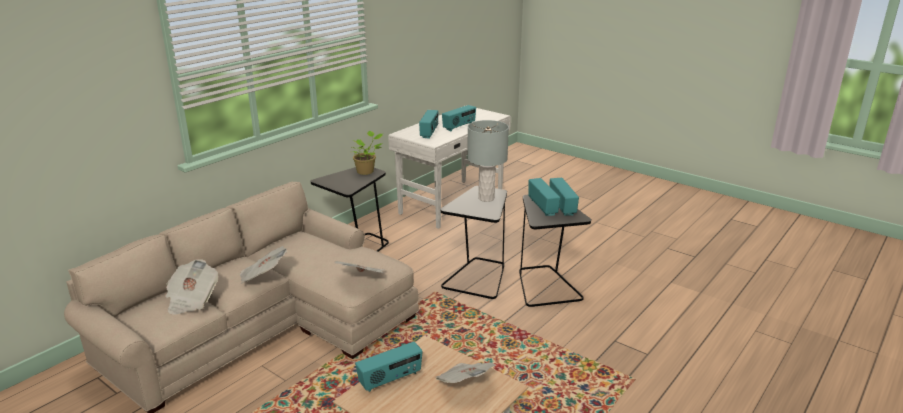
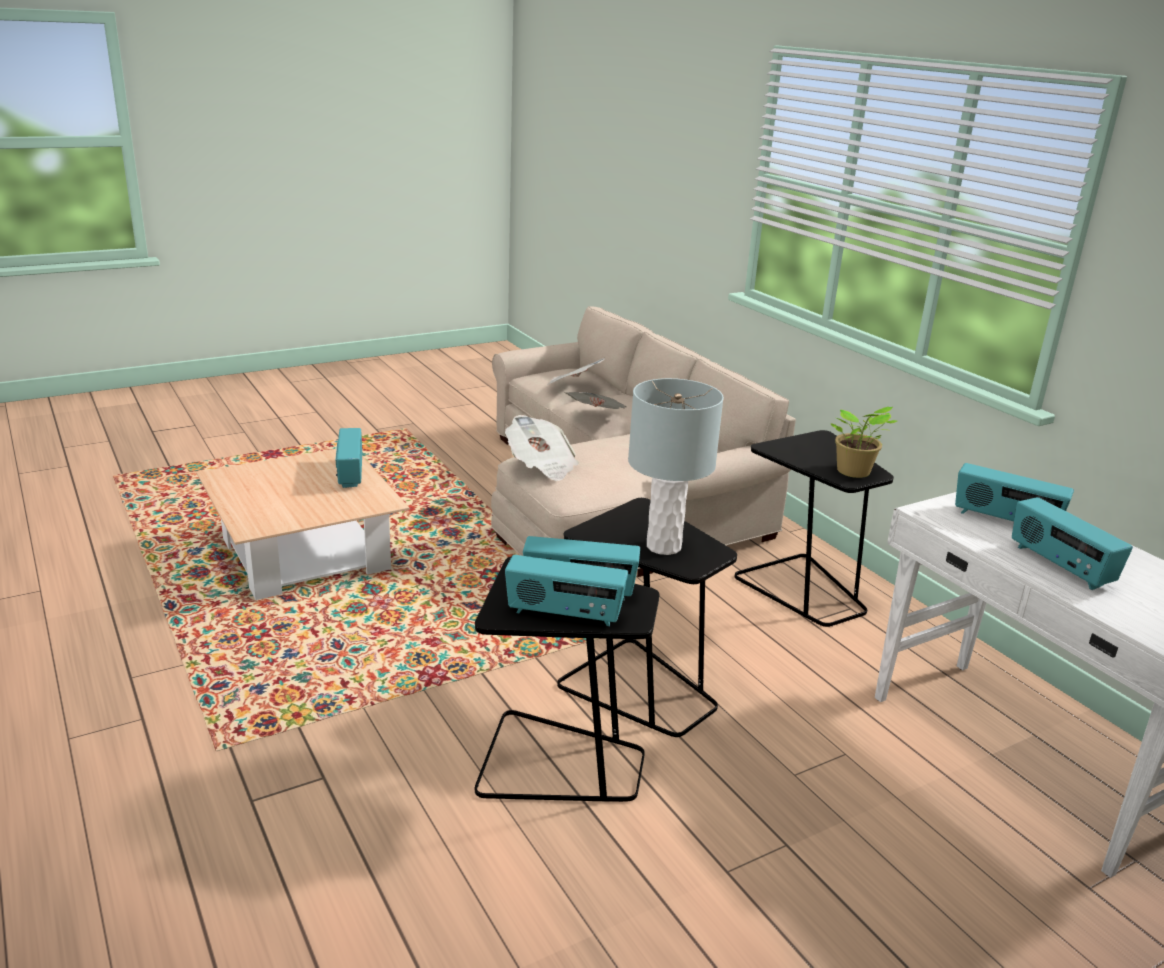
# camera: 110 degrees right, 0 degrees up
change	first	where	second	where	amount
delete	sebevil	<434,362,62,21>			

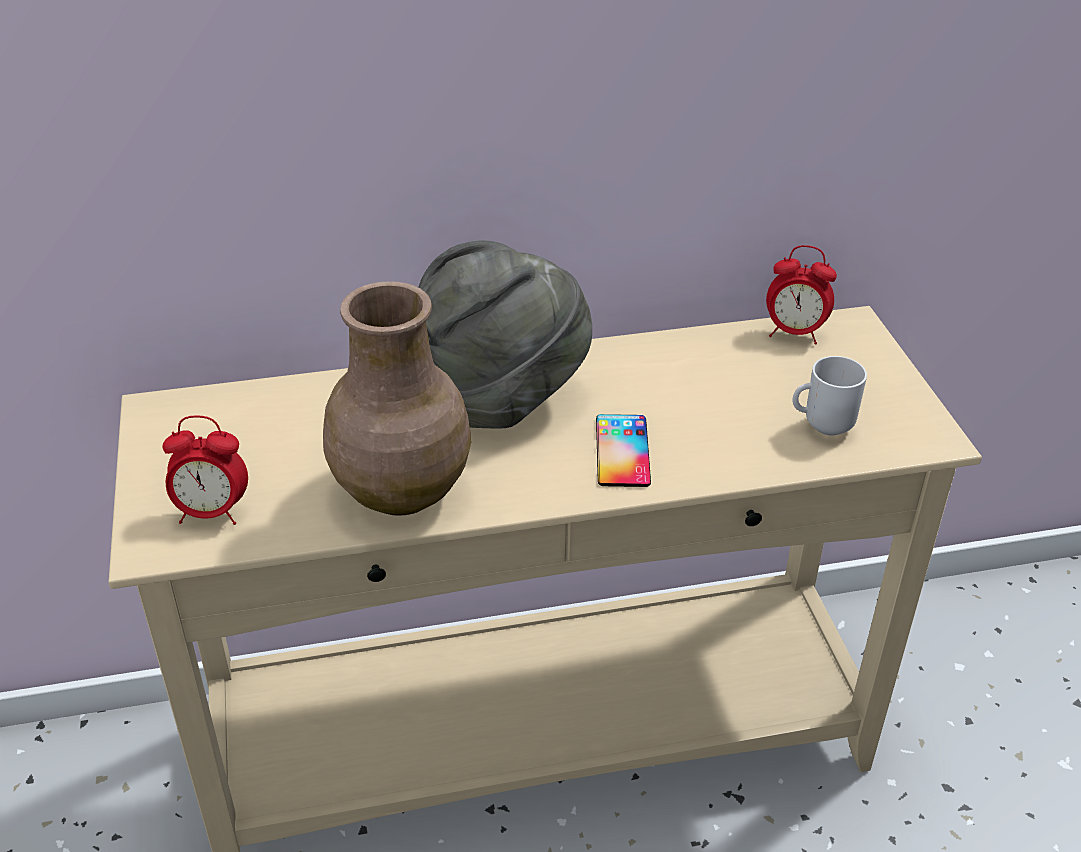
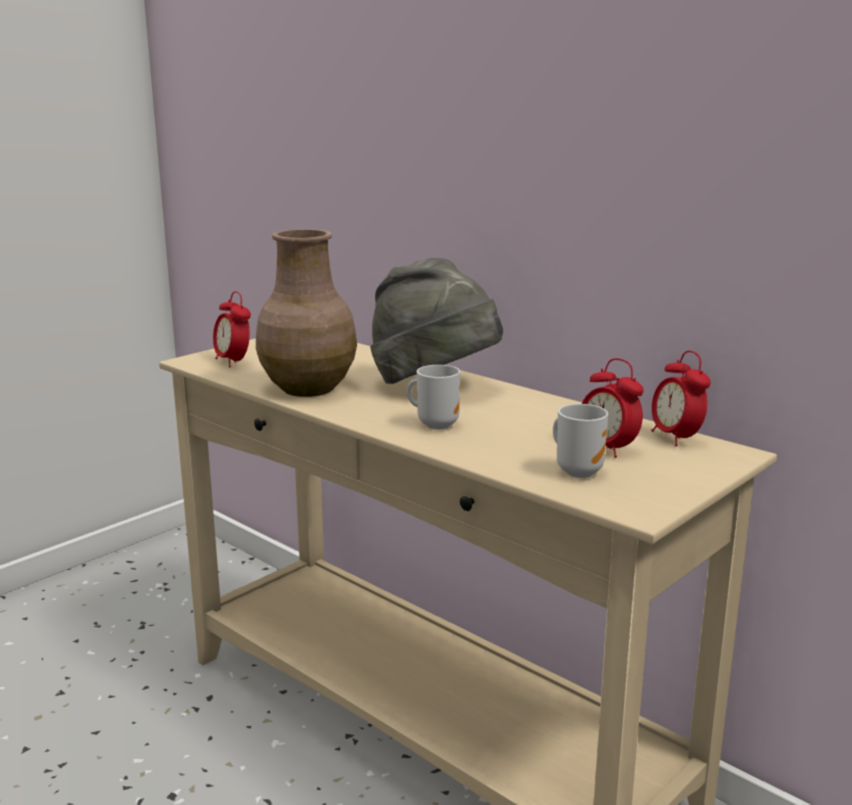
# camera: 55 degrees right, 20 degrees down
change	first	where	second	where	amount
insert			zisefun	<582,358,62,100>	
replace	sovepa	<596,414,55,73>	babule	<407,365,53,64>	

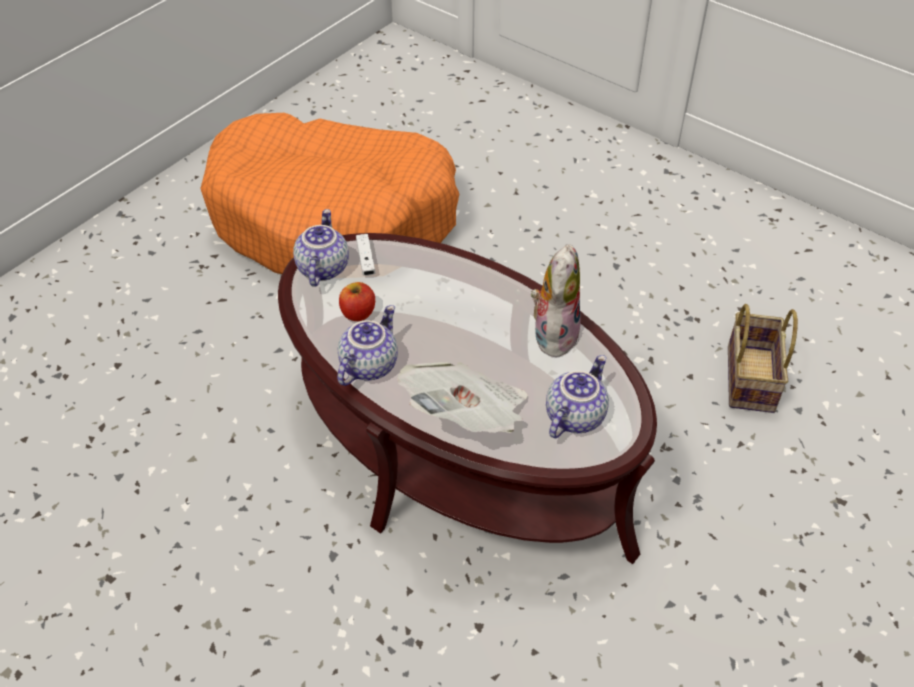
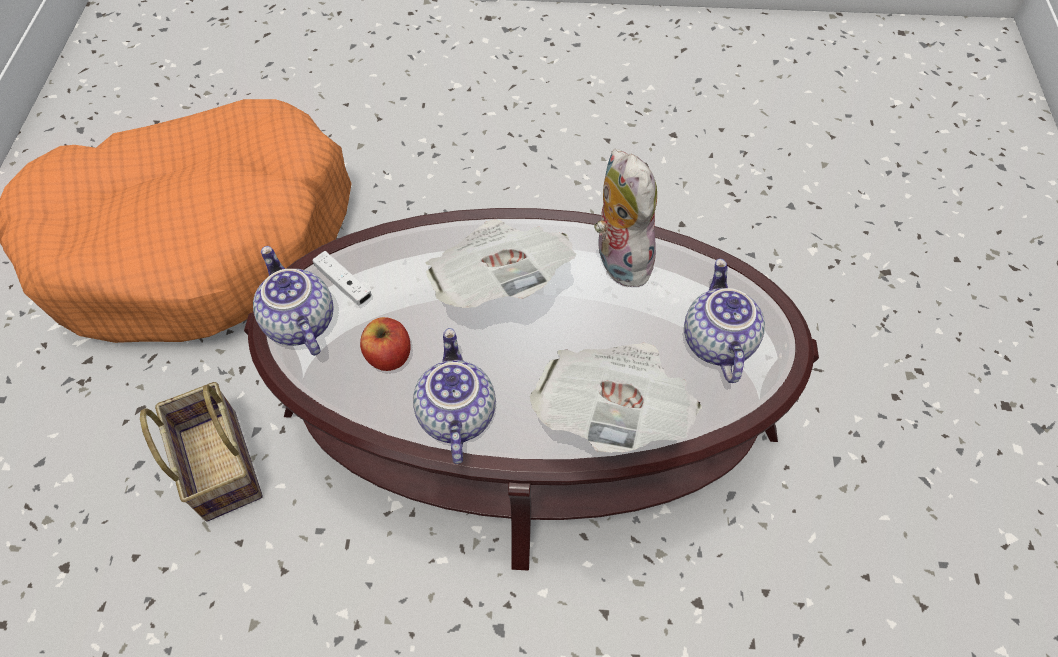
# camera: 35 degrees left, 10 degrees up
change	first	where	second	where	amount
insert			sebevil	<425,219,152,89>	
move	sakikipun	<728,304,70,109>		<140,382,123,139>	

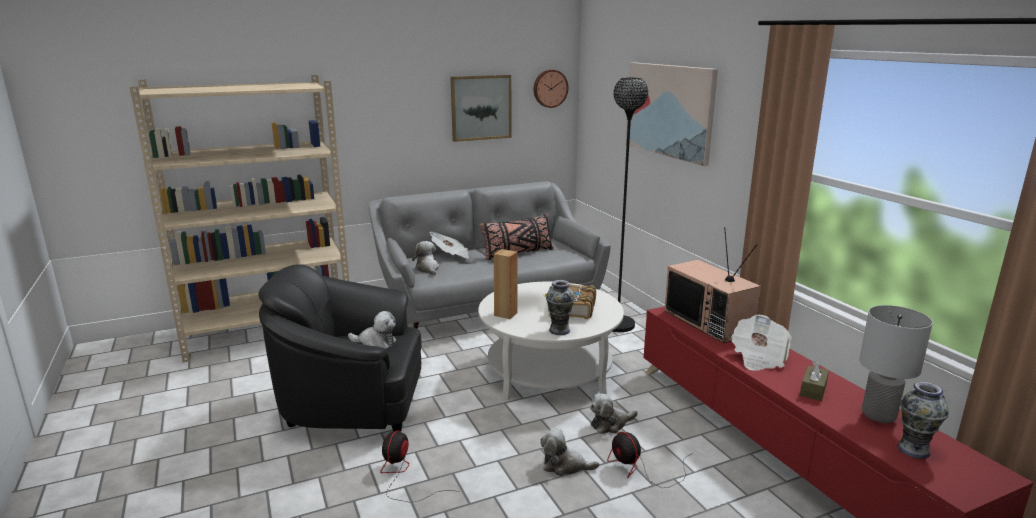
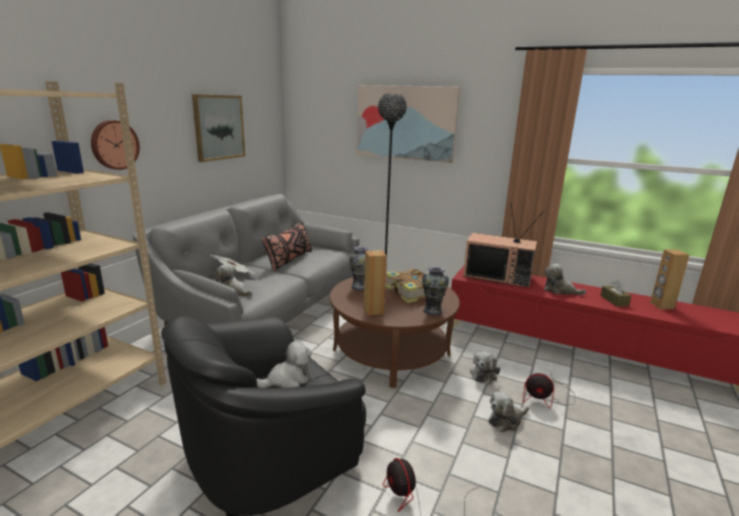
# camera: 40 degrees left, 0 degrees up
change	first	where	second	where	amount
move	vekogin	<534,70,34,38>		<91,120,49,50>	
move	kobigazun	<897,382,52,77>		<349,246,19,44>	
replace	sebevil	<731,315,61,56>	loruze	<544,264,42,31>	
replace	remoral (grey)	<859,305,74,118>	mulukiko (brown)	<650,249,39,61>	
recolor	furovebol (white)	<478,282,146,118>	furovebol (brown)	<330,272,130,116>	

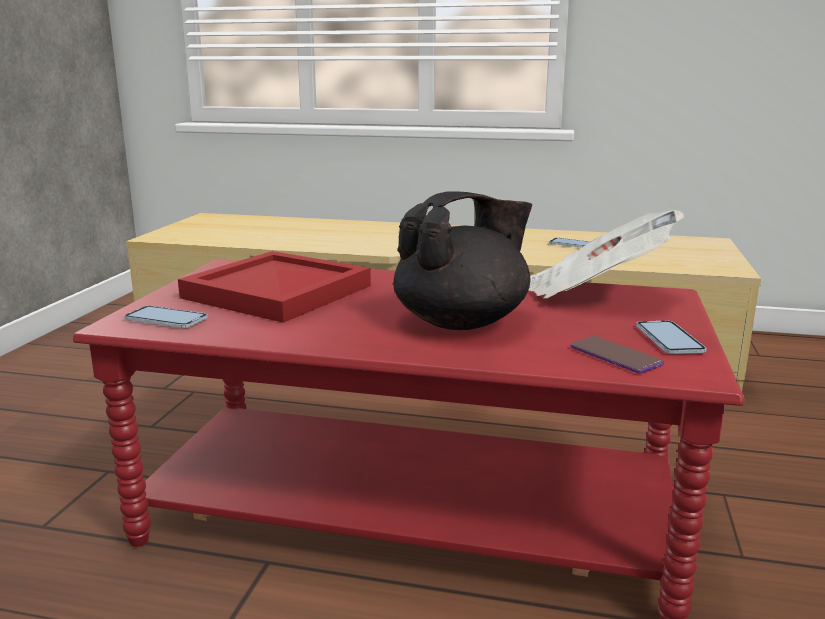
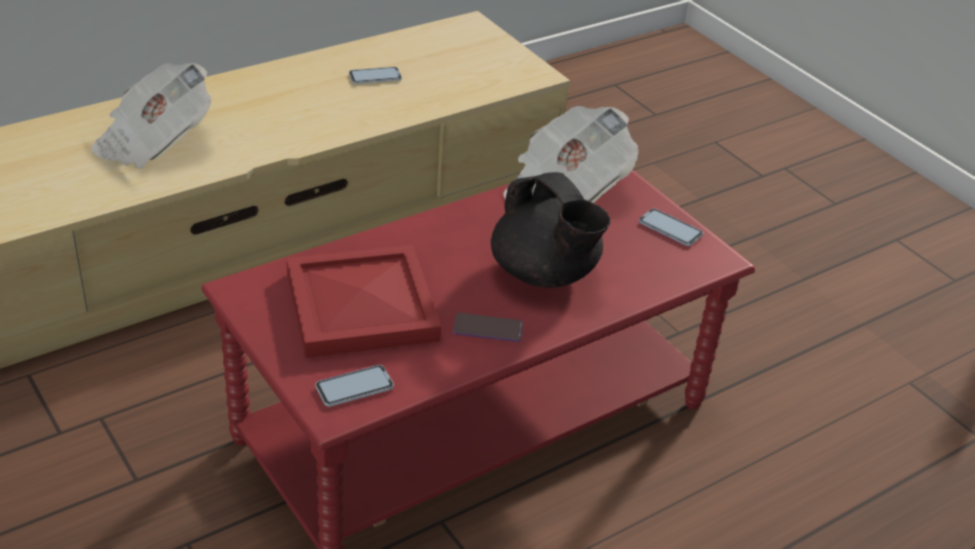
# camera: 50 degrees left, 20 degrees up
change	first	where	second	where	amount
insert			sebevil	<91,63,120,106>	
move	sovepa	<571,336,93,38>		<453,313,70,29>	
rotate	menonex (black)	<393,191,139,139>		<491,172,119,116>	135 degrees clockwise

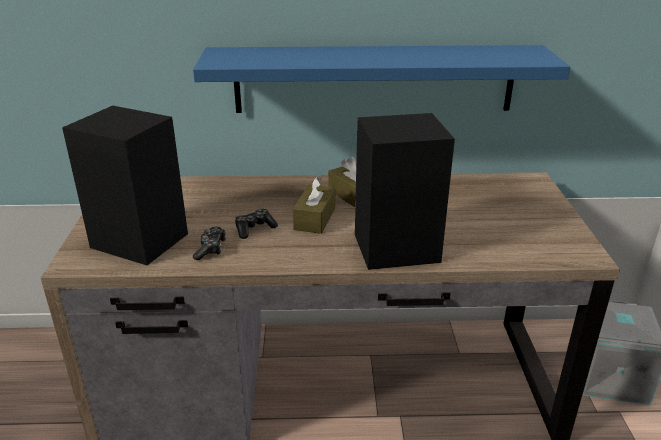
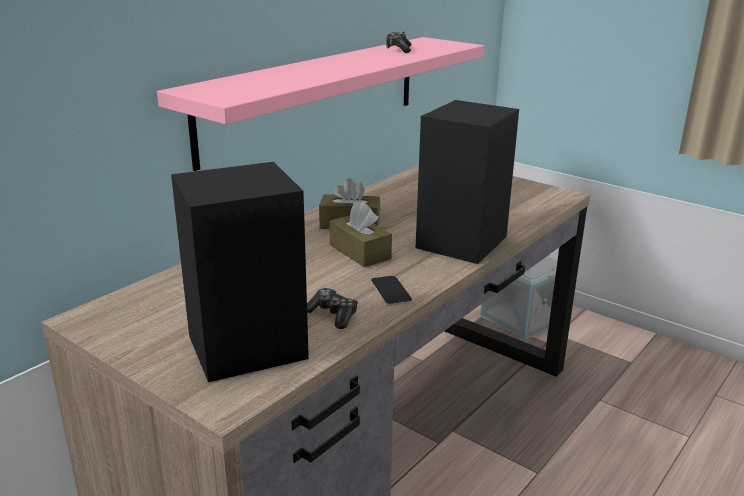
# camera: 50 degrees left, 5 degrees down
change	first	where	second	where	amount
insert			sovepa	<371,275,42,31>	
move	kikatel	<235,209,43,30>		<385,31,27,22>	
recolor	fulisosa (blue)	<193,45,377,68>	fulisosa (pink)	<157,37,327,134>	

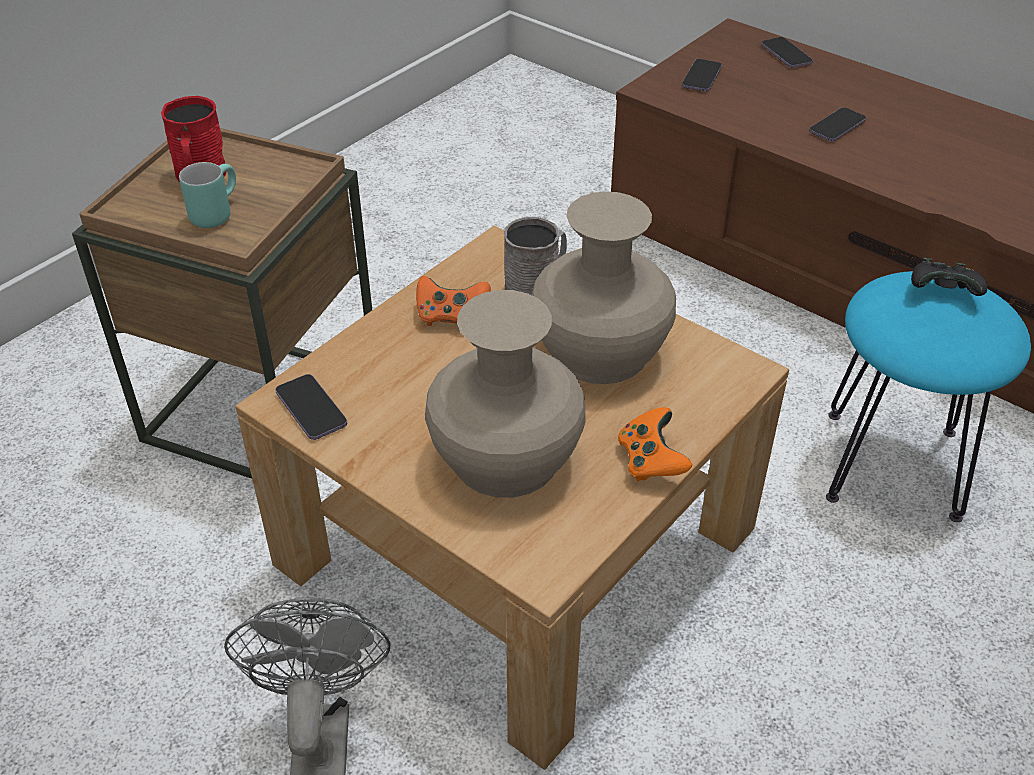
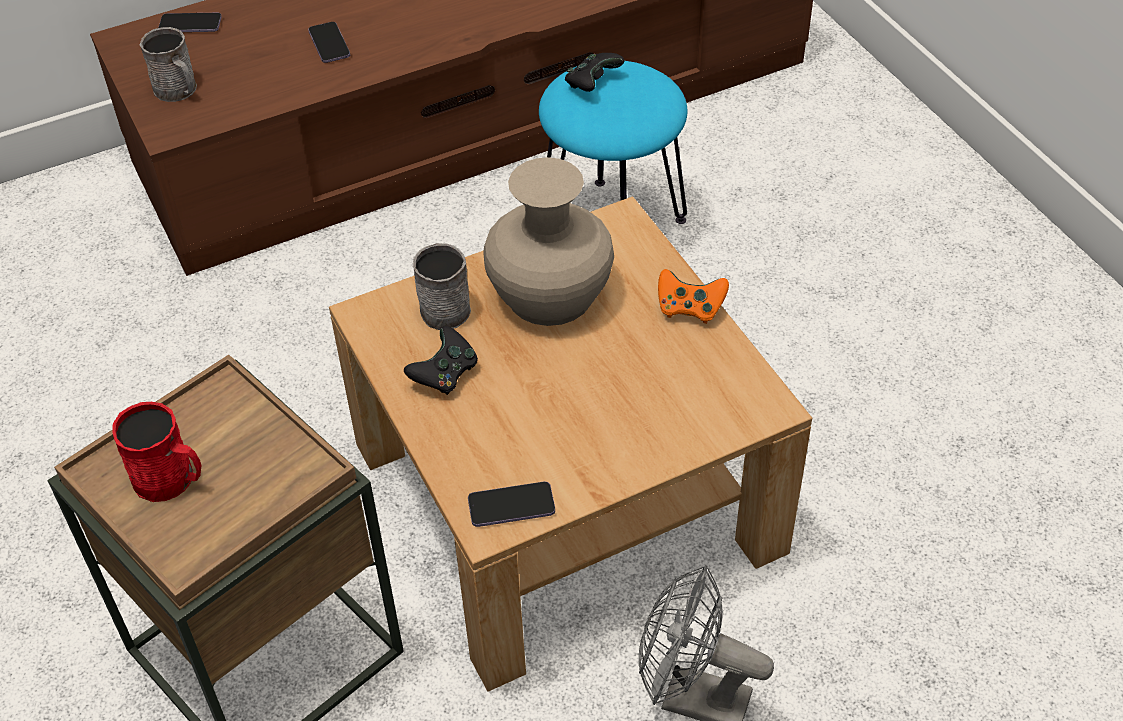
# camera: 65 degrees left, 5 degrees up
change	first	where	second	where	amount
delete	babule (turquoise)	<179,162,57,66>			
delete	kobigazun (beige)	<425,290,161,208>			
replace	sovepa	<682,59,40,33>	babule (grey)	<140,27,57,75>	
recolor	kikatel (orange)	<416,276,75,50>	kikatel (black)	<404,326,74,69>	

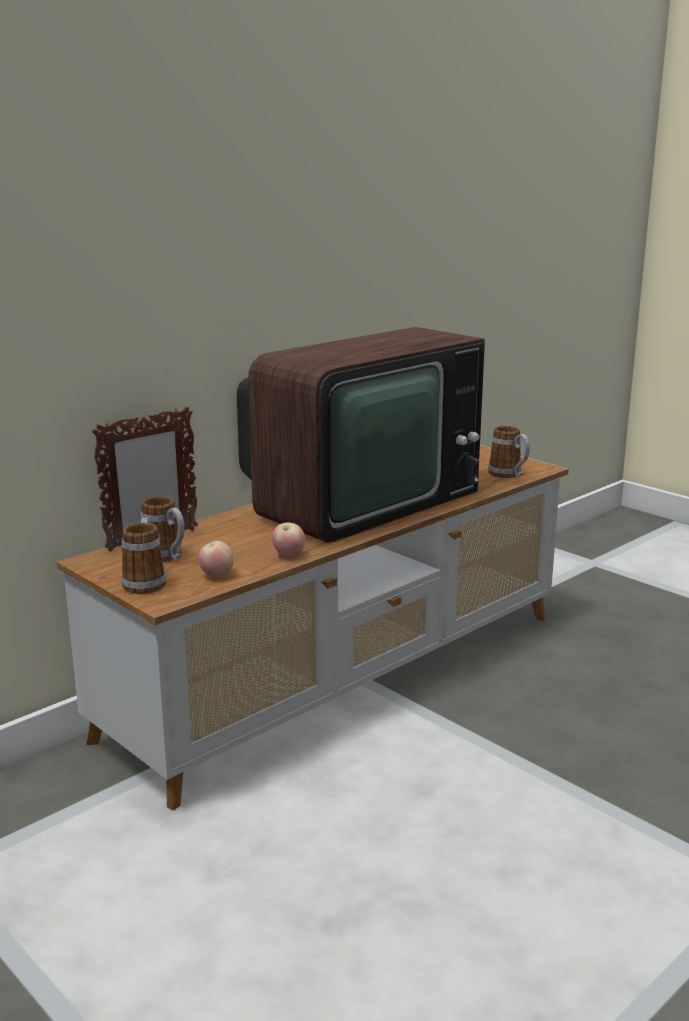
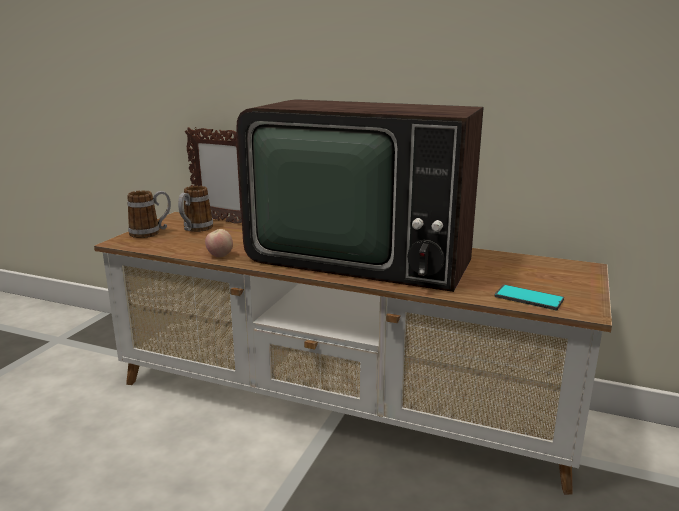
# camera: 65 degrees right, 0 degrees up
change	first	where	second	where	amount
delete	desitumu	<198,541,35,37>			
replace	babule	<488,426,42,52>	sovepa	<494,284,70,26>	

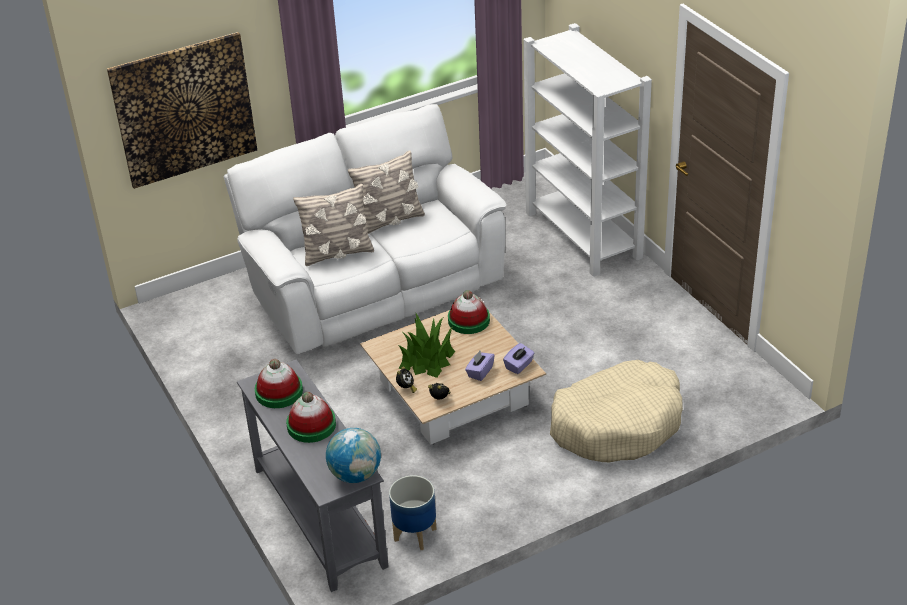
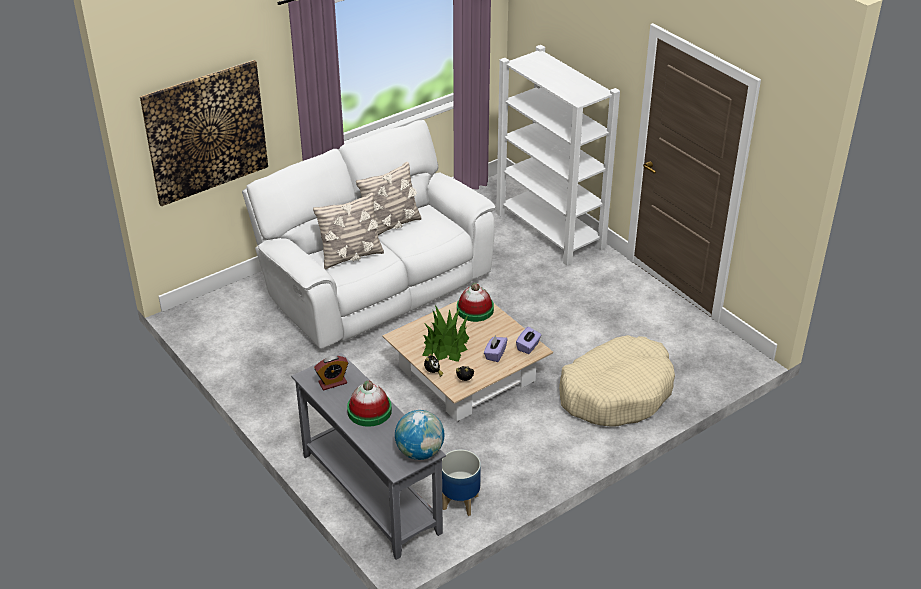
# camera: 10 degrees left, 0 degrees up
change	first	where	second	where	amount
replace	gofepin	<255,359,48,49>	zisefun	<314,356,34,34>	

